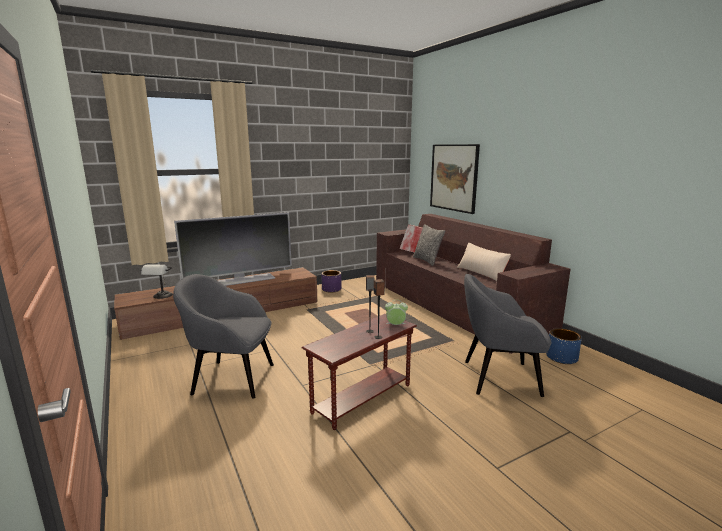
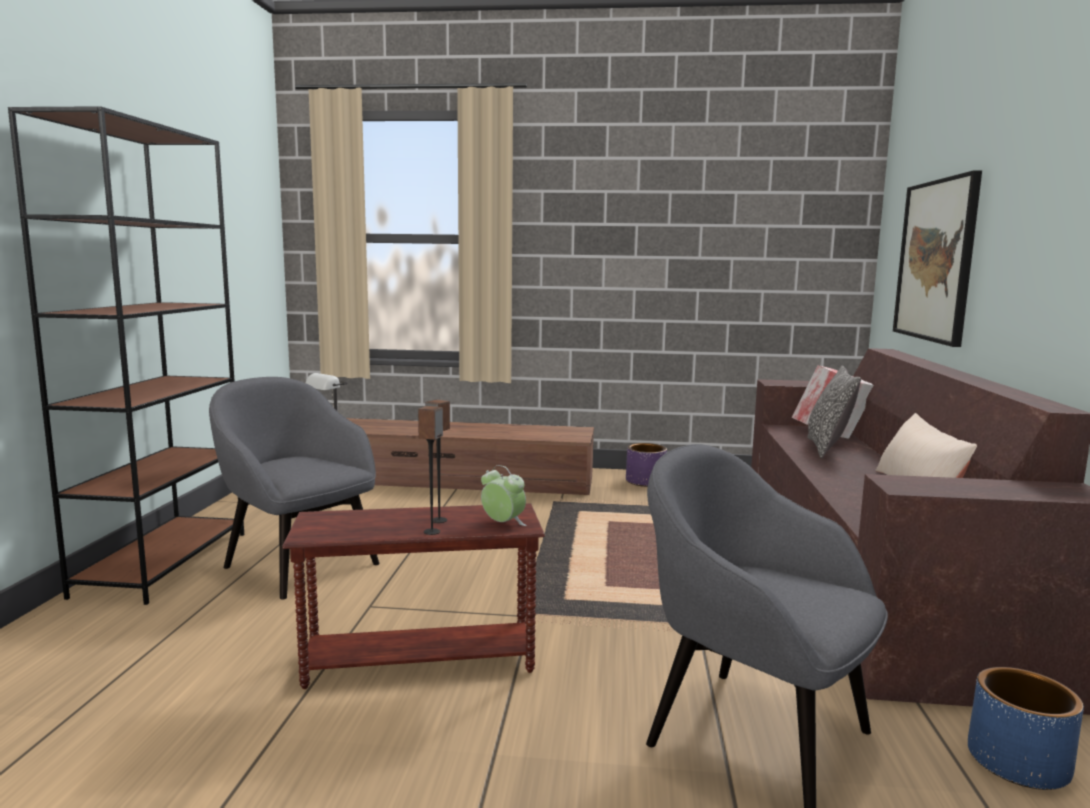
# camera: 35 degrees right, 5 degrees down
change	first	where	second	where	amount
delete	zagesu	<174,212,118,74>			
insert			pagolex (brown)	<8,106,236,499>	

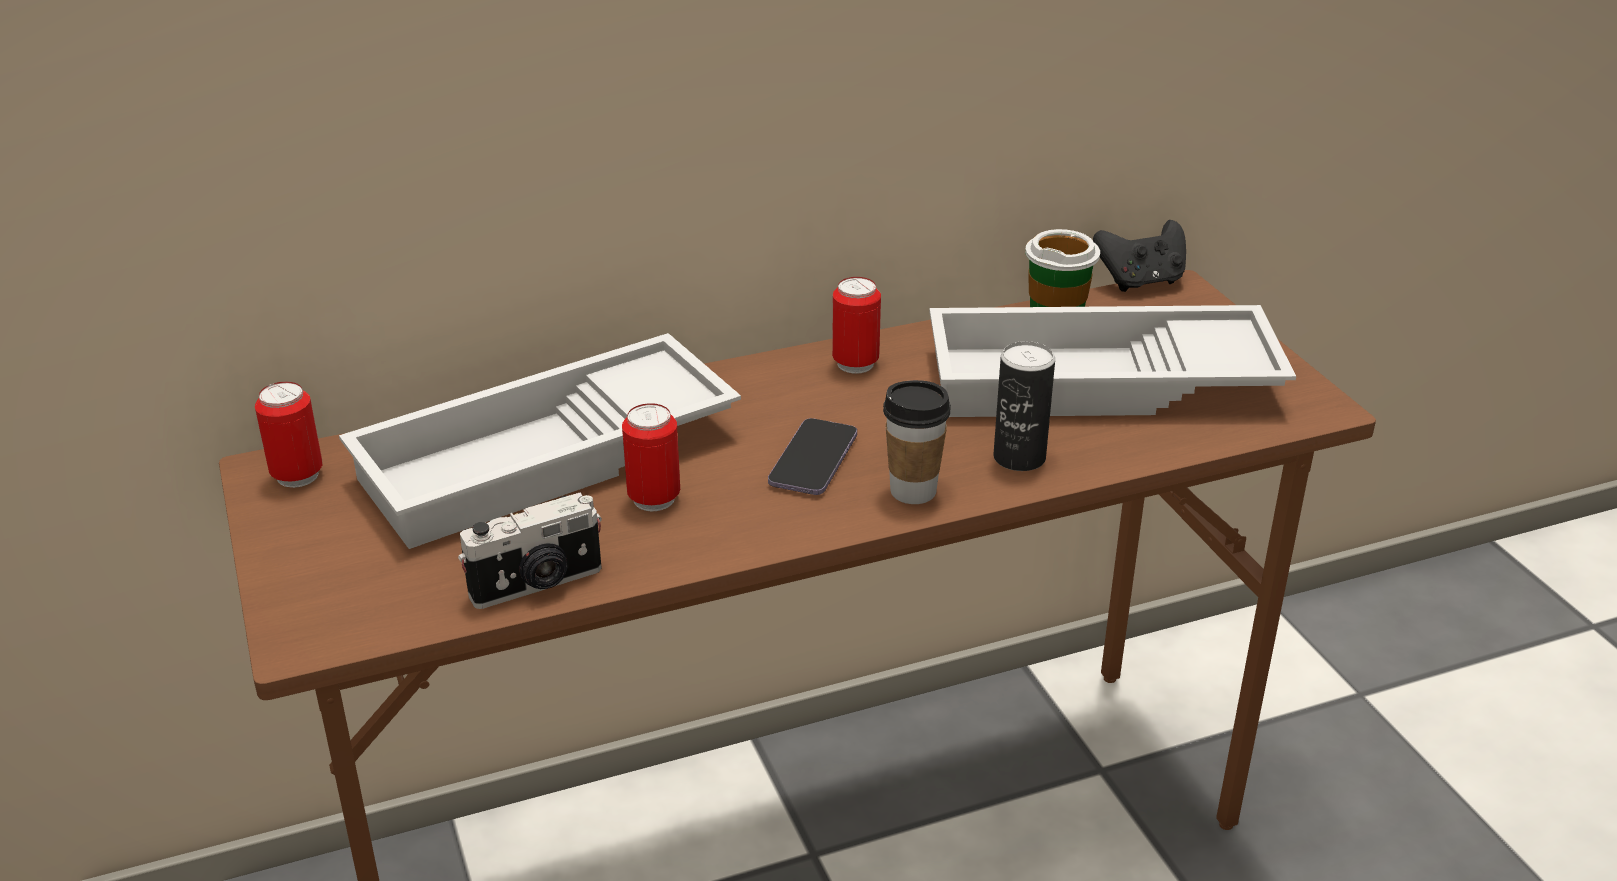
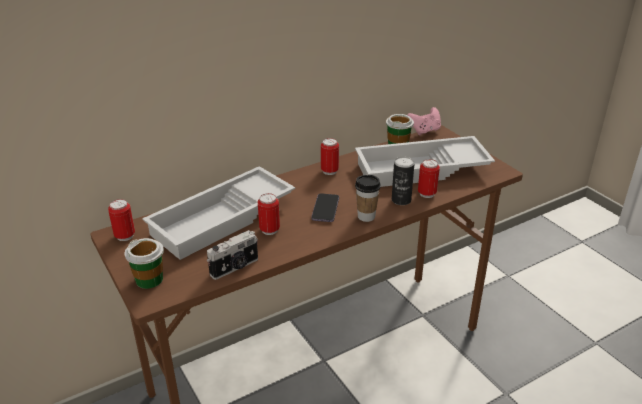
# camera: 10 degrees left, 0 degrees up
change	first	where	second	where	amount
insert			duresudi	<125,238,39,51>	
insert			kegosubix	<418,159,22,39>	
recolor	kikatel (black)	<1093,220,93,72>	kikatel (pink)	<407,107,34,28>	

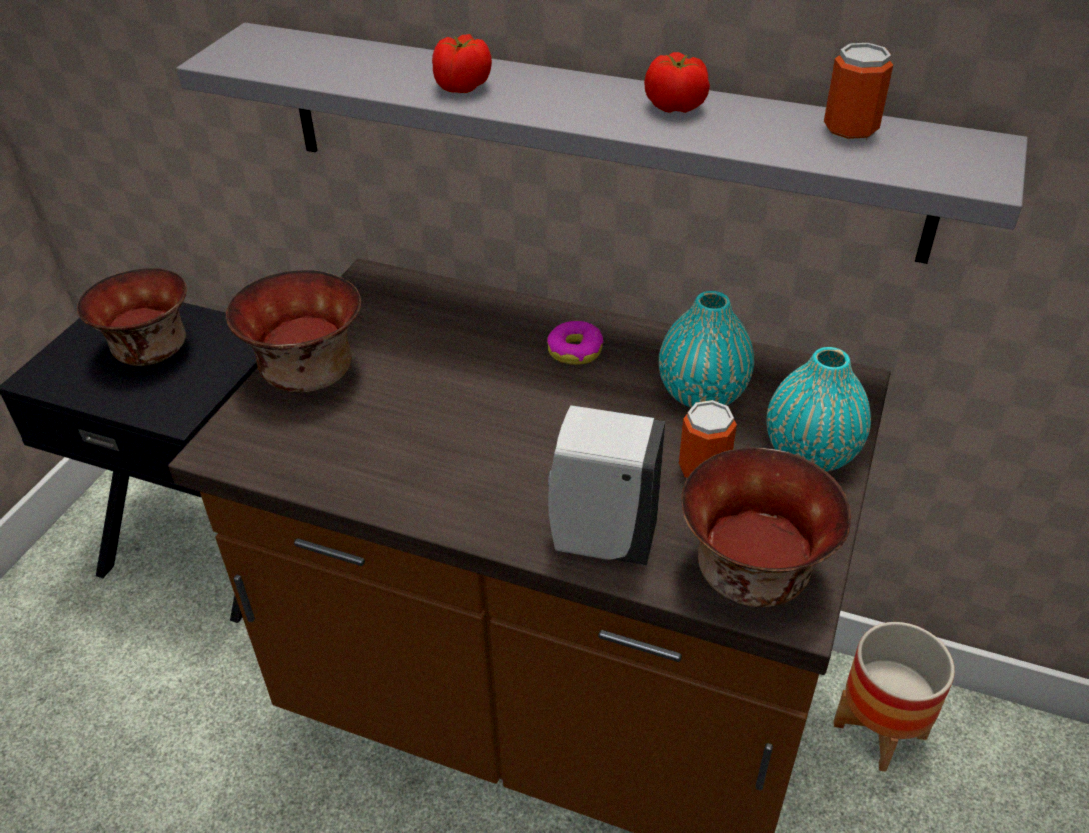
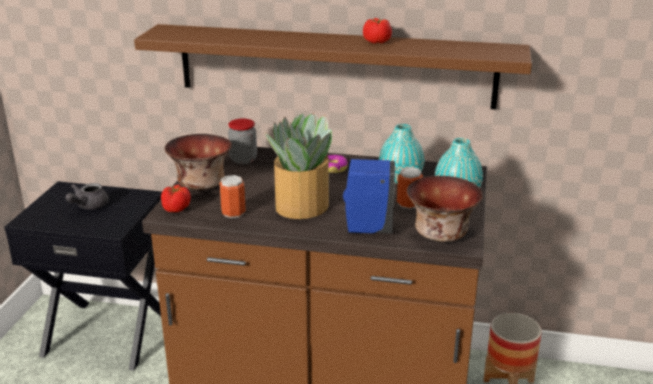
# camera: 10 degrees left, 15 degrees down
change	first	where	second	where	amount
insert			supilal	<228,118,29,46>	
insert			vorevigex	<265,113,67,106>	
move	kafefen	<432,34,60,59>		<161,184,30,28>	
move	kegosubix	<824,43,69,98>		<219,175,27,43>	
replace	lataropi	<77,268,110,98>	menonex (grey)	<65,183,44,26>	
recolor	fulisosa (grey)	<176,23,852,241>	fulisosa (brown)	<134,24,398,86>	
recolor	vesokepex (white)	<548,405,117,160>	vesokepex (blue)	<343,159,52,75>	

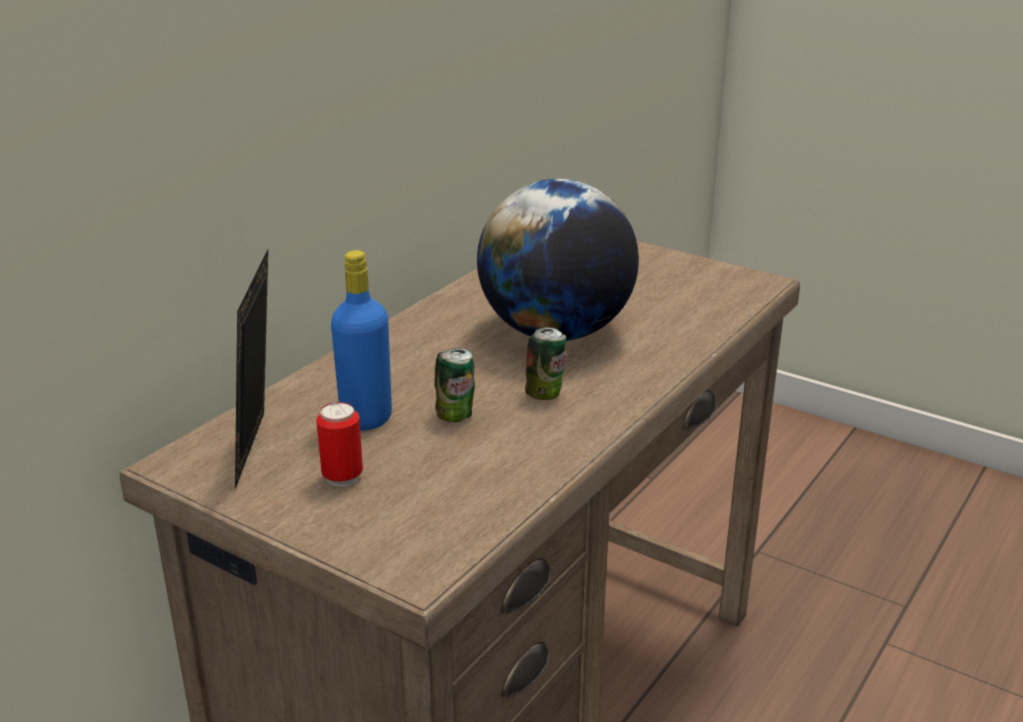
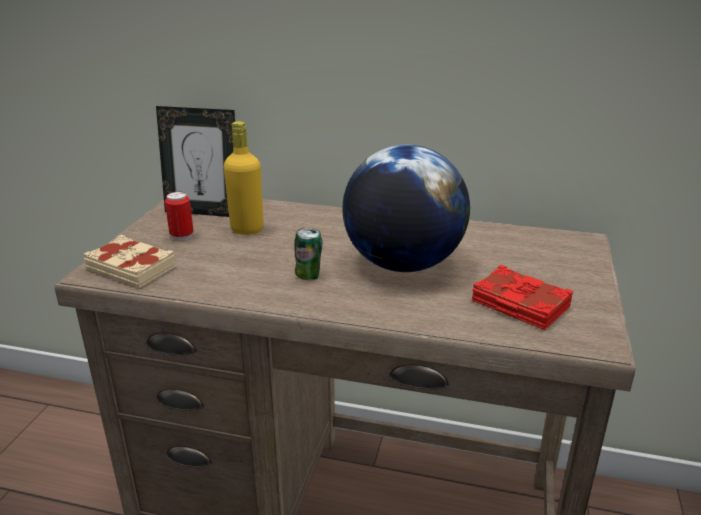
# camera: 70 degrees right, 0 degrees up
change	first	where	second	where	amount
delete	kegosubix	<434,348,41,74>			
insert			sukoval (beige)	<84,235,92,53>	
insert			sukoval (red)	<472,265,101,65>	
recolor	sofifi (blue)	<331,250,61,181>	sofifi (yellow)	<224,121,40,114>	
rotate	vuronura	<235,250,33,239>		<156,106,79,111>	150 degrees counterclockwise

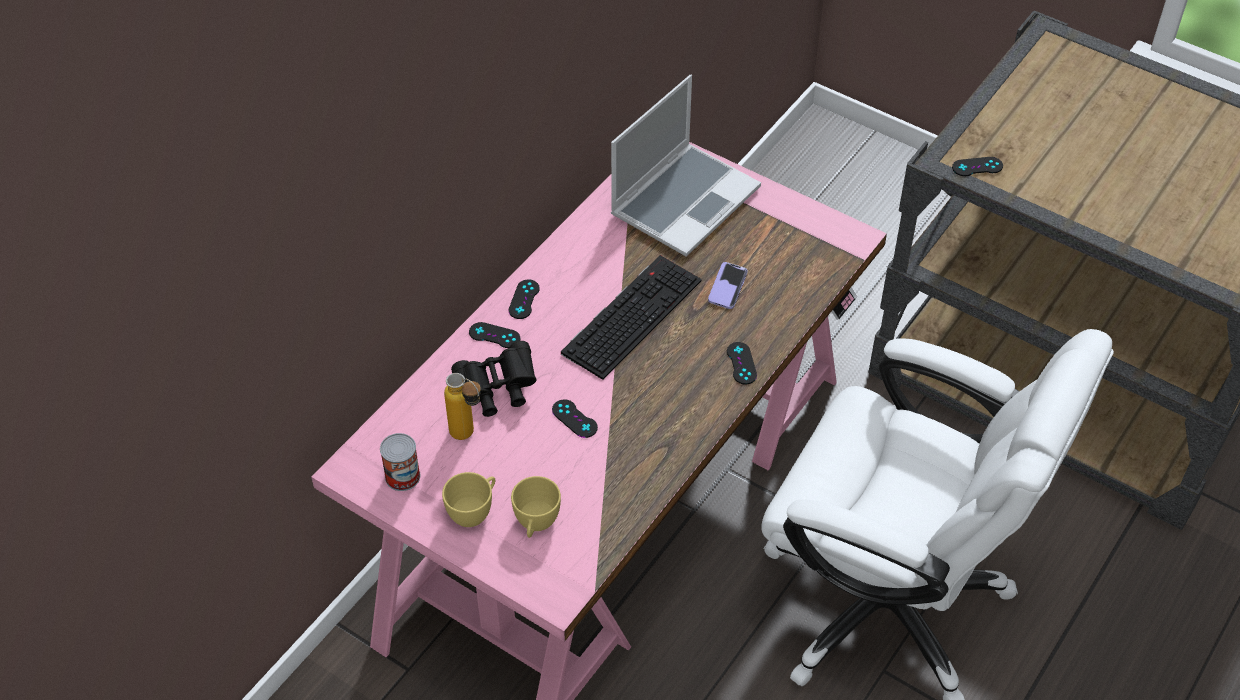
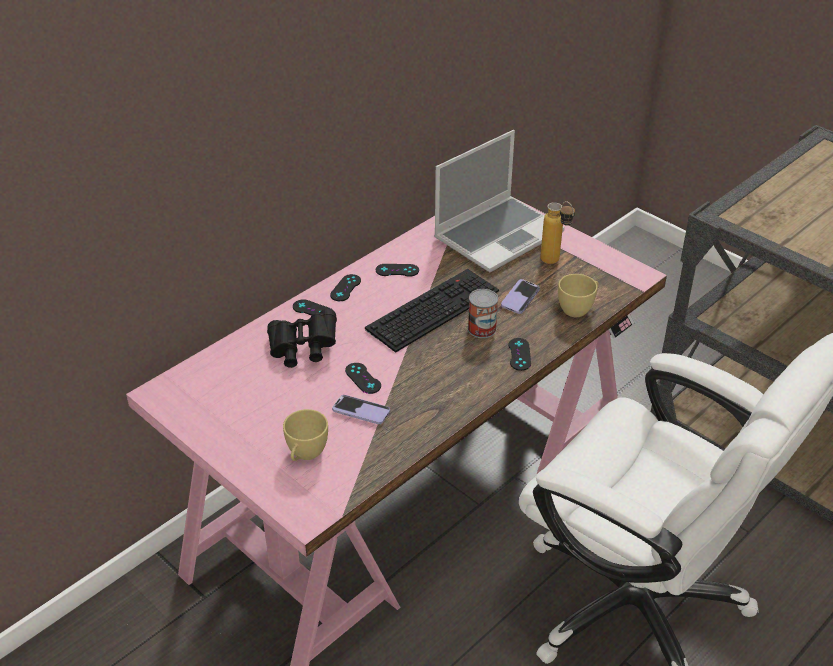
# camera: 10 degrees right, 10 degrees down
change	first	where	second	where	amount
insert			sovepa	<332,395,58,29>	
move	kegosubix	<380,433,40,58>		<468,289,30,49>	
move	duresudi (yellow)	<442,472,54,55>		<558,274,41,43>	
move	sofifi	<444,373,37,67>		<540,201,35,63>	
move	kikatel (black)	<952,157,51,19>		<376,264,43,13>	

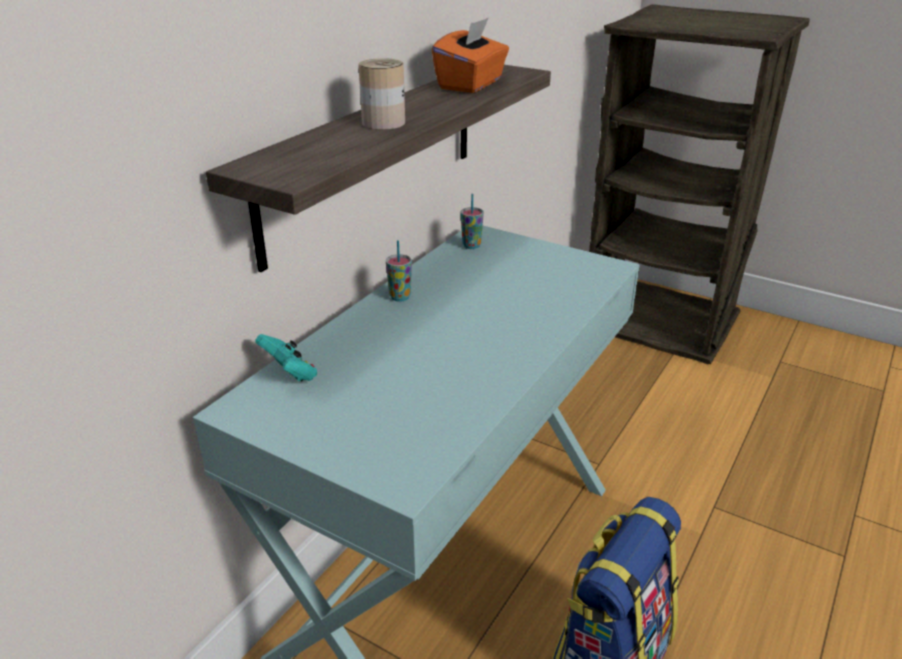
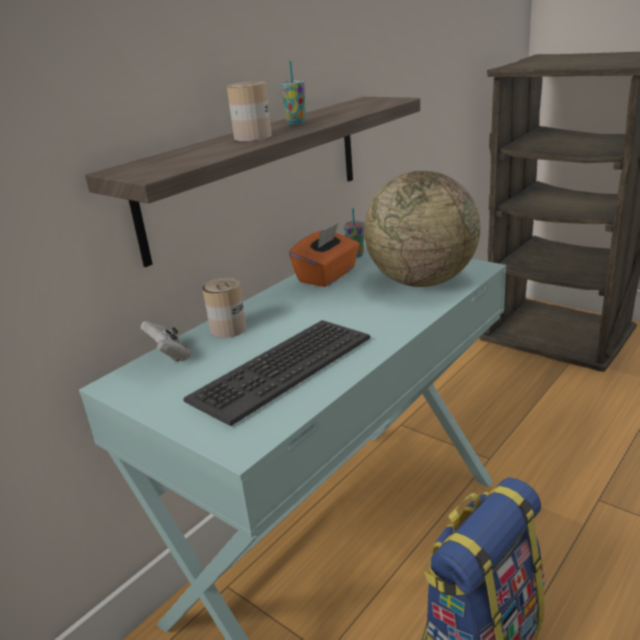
# camera: 10 degrees right, 5 degrees down
change	first	where	second	where	amount
insert			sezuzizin	<184,320,186,106>	
insert			kegosubix	<202,278,45,60>	
insert			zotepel	<364,171,116,116>	
move	duresudi	<386,240,26,62>		<280,61,26,64>	
move	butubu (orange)	<432,18,77,75>		<289,223,71,64>	
recolor	kikatel (turquoise)	<255,334,62,48>	kikatel (white)	<141,321,50,41>	

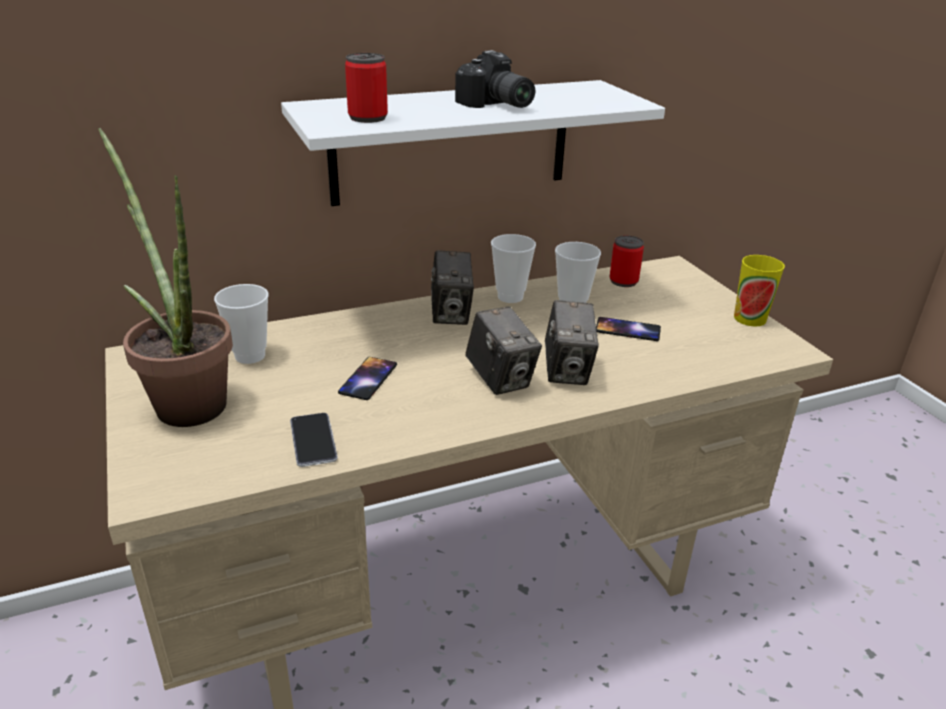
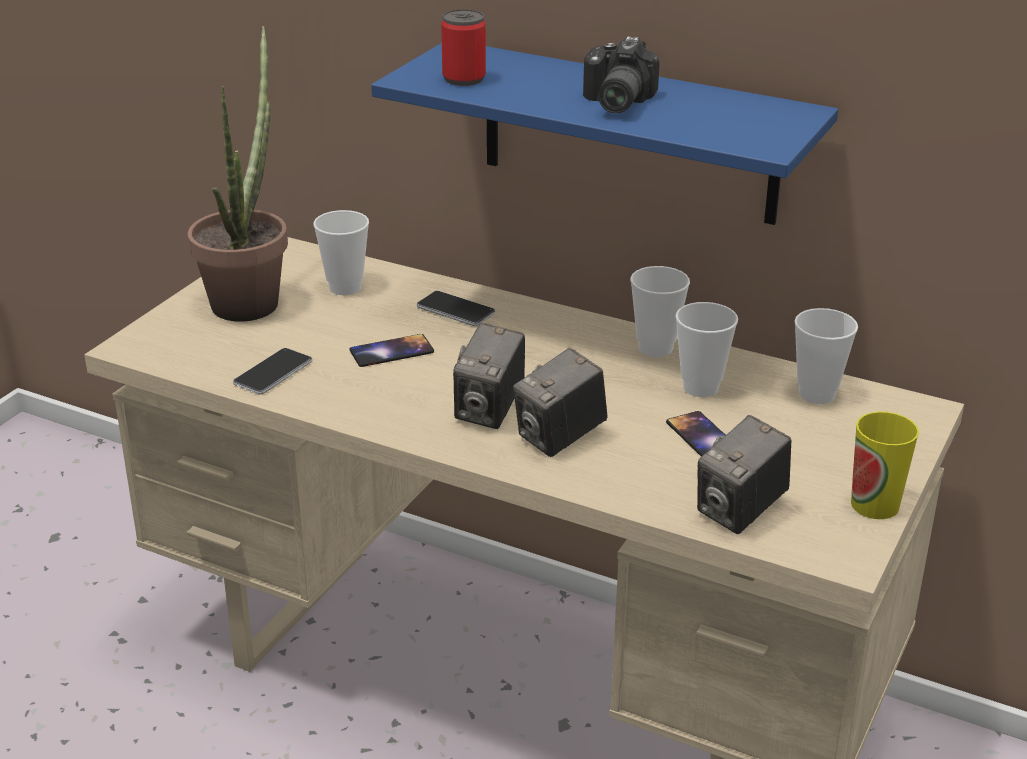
# camera: 50 degrees right, 0 degrees up
change	first	where	second	where	amount
insert			sovepa	<417,291,78,35>	
move	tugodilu	<431,250,43,75>		<697,415,95,119>	
replace	kegosubix	<609,235,35,52>	duresudi	<794,308,64,96>	
recolor	fulisosa (white)	<281,80,384,126>	fulisosa (blue)	<371,43,467,182>	

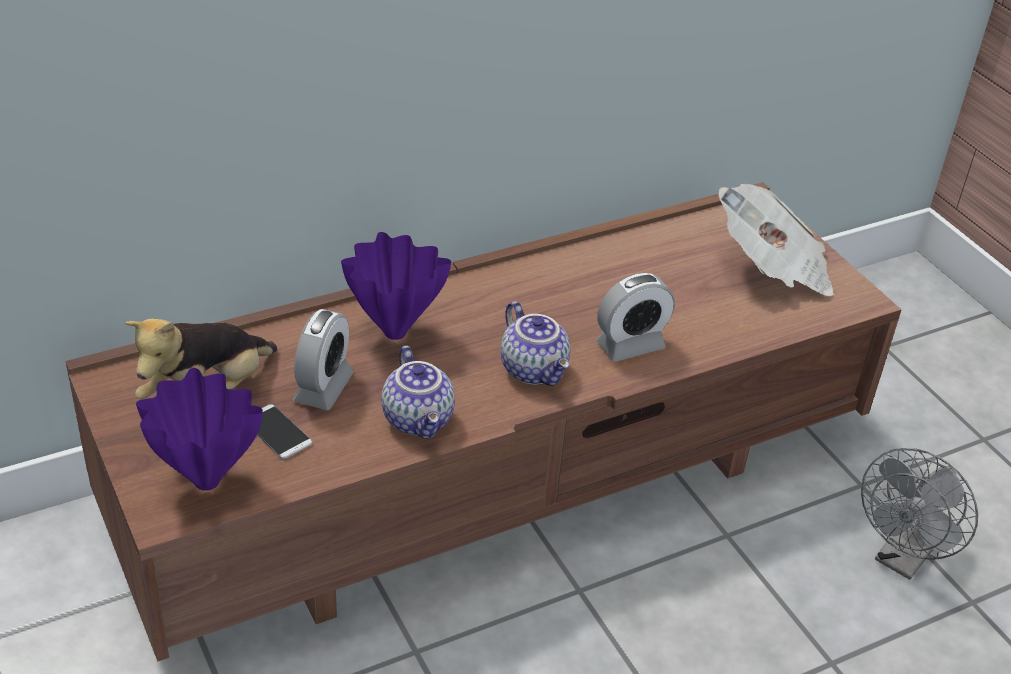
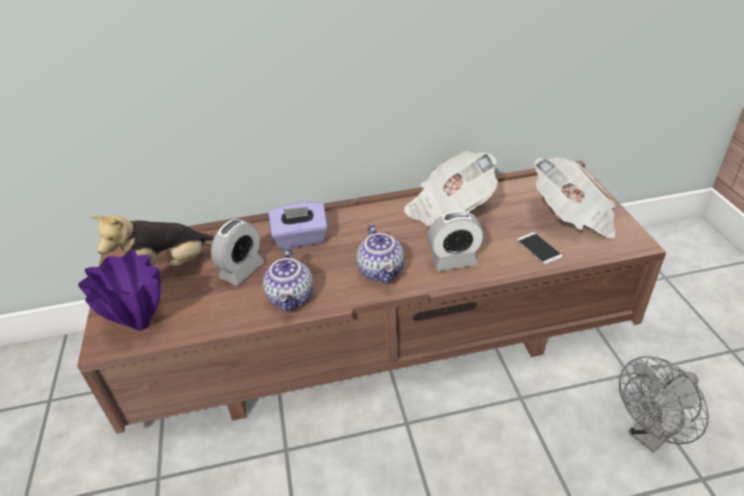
# camera: 20 degrees right, 0 degrees up
change	first	where	second	where	amount
insert			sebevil	<404,151,94,75>	
move	sovepa	<257,404,55,55>		<517,232,46,33>	
replace	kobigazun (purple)	<341,232,110,108>	butubu (purple)	<268,202,60,47>	

